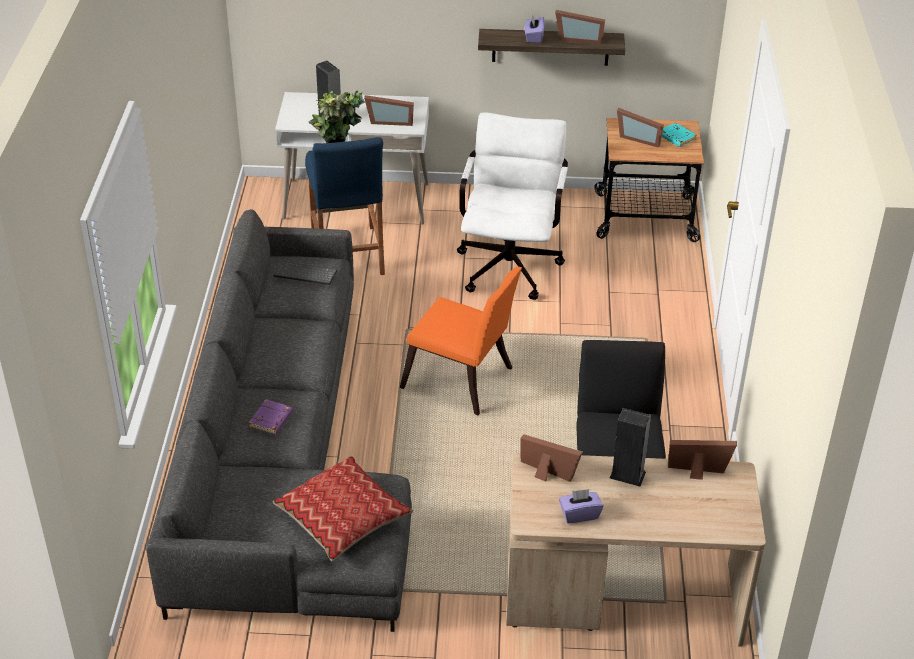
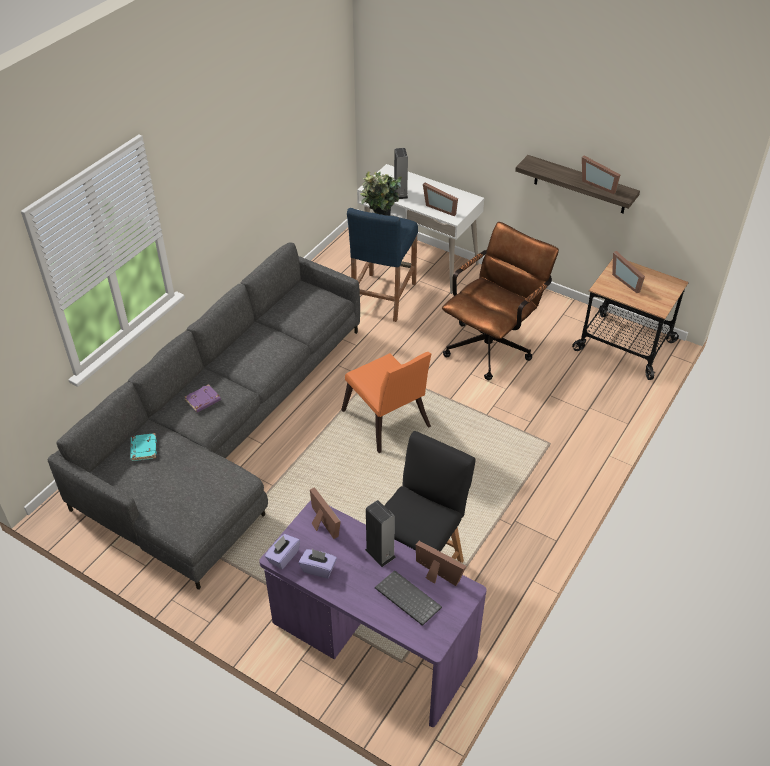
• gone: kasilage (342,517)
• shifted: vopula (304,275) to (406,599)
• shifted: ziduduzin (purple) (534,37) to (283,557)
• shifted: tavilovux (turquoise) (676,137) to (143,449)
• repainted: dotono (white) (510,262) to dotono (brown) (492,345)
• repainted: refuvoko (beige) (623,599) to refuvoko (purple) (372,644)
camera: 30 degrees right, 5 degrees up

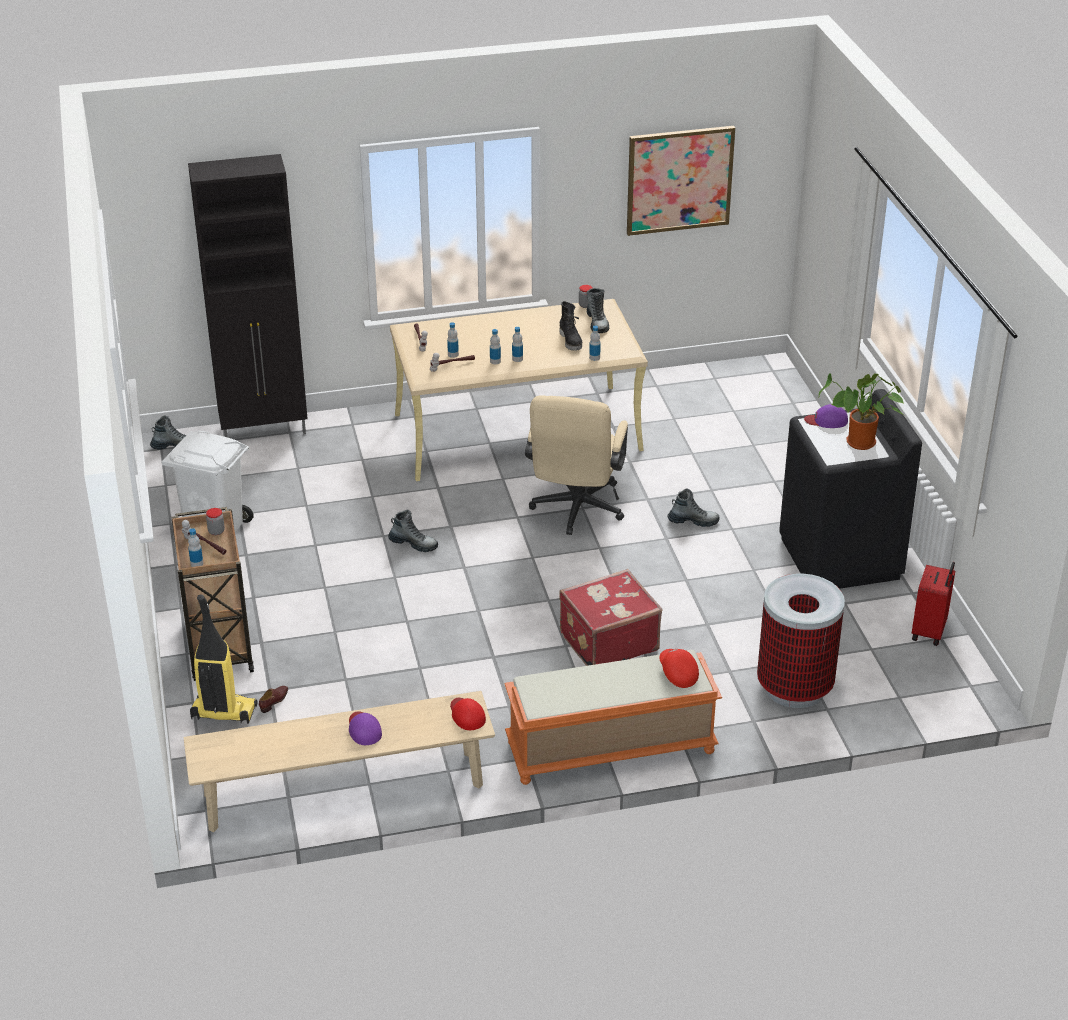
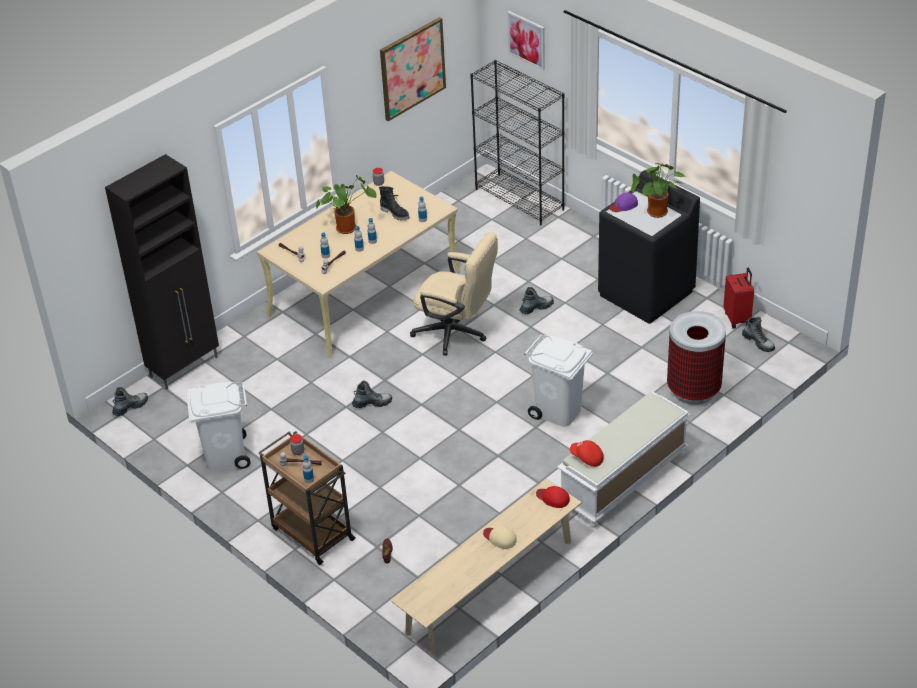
• gone: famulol (223,713)
• new: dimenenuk (348,227)
• new: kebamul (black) (520,199)
• new: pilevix (526,40)
• shifted: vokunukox (597,323) to (758,342)
• shifted: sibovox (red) (677,674) to (586,458)
• swapped: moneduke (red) (607,641) to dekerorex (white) (558,412)
• repainted: sibovox (purple) (364,729) to sibovox (beige) (500,538)
• repainted: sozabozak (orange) (610,748) to sozabozak (white) (623,480)
• rotated: dotono (beige) (576,511) = (456,333) 45 degrees counterclockwise
camera: 30 degrees left, 5 degrees up

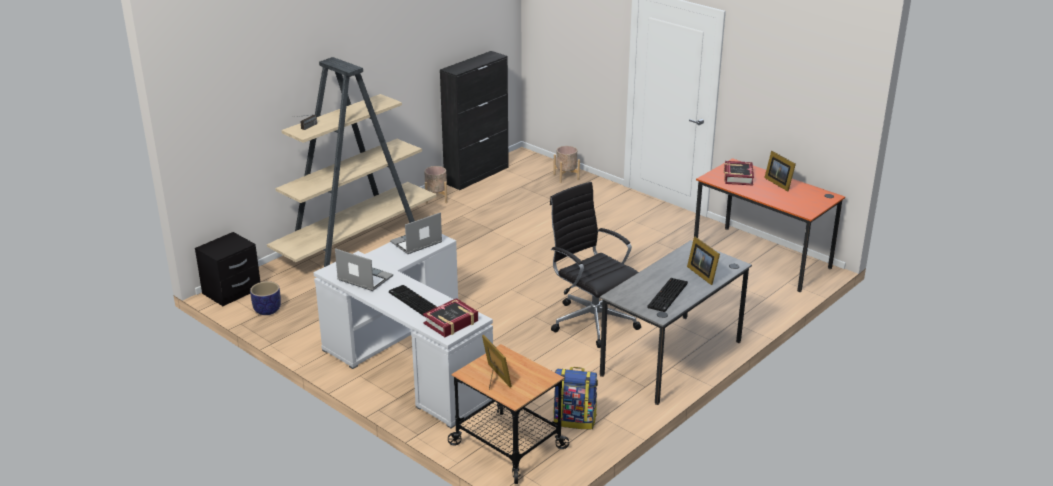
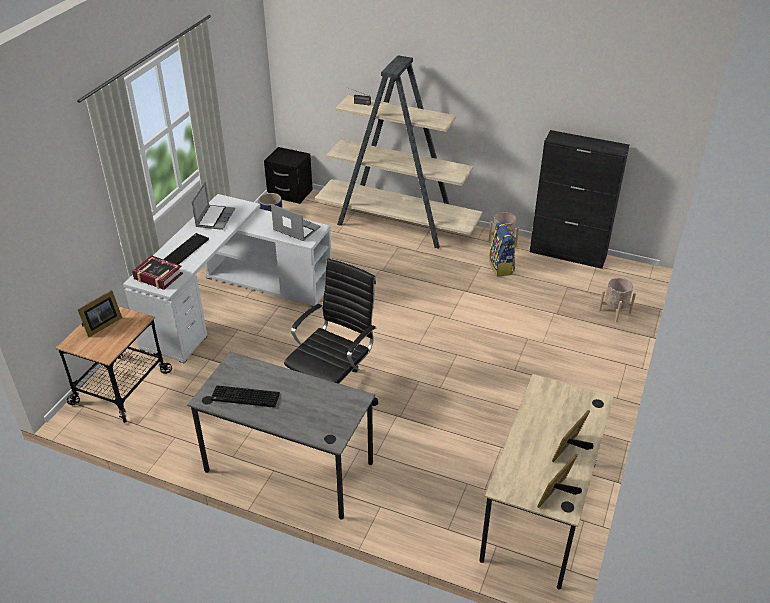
• gone: tavilovux (738,177)
• shifted: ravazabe (575,420) to (501,267)
• shifted: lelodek (703,273) to (558,494)
• repainted: refuvoko (orange) (761,258) to refuvoko (beige) (540,510)
camera: 70 degrees right, 10 degrees up

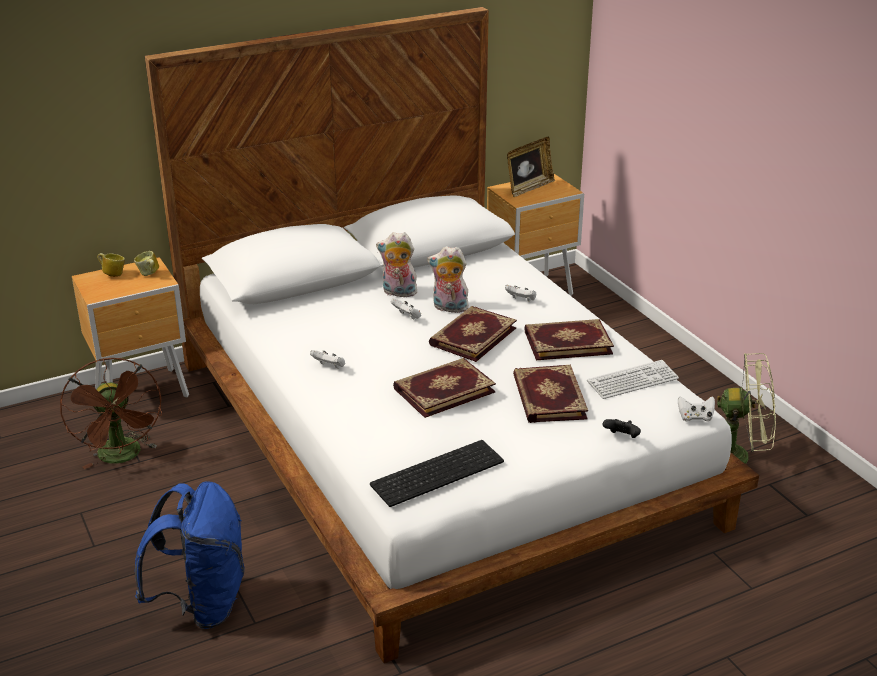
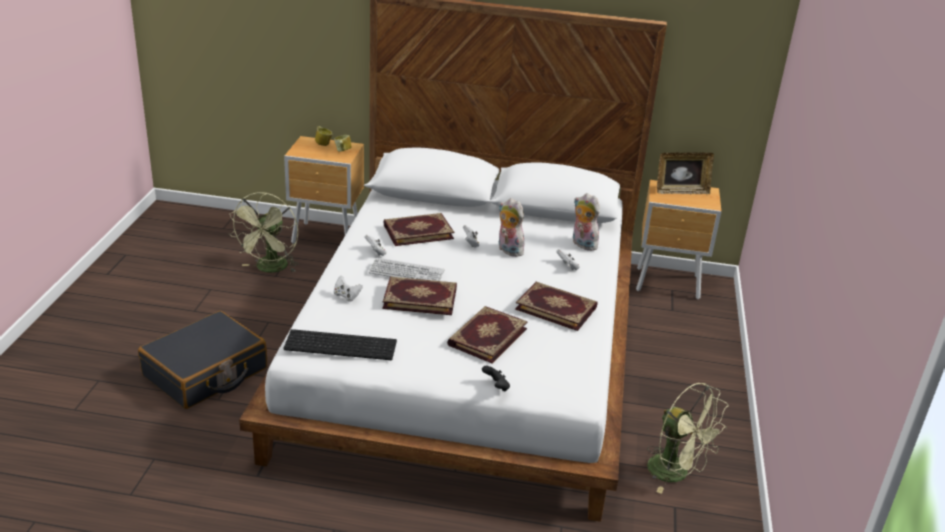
• shifted: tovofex (398,293) to (582,244)
• shifted: tavilovux (472,336) to (418,231)
• shifted: vopula (632,381) to (406,272)
• shifted: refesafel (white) (695,417) to (346,296)
• swapped: ravazabe (blue) (202,603) to moneduke (black) (205,373)
• repainted: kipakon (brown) (122,457) to kipakon (green) (270,269)
camera: 35 degrees right, 0 degrees up

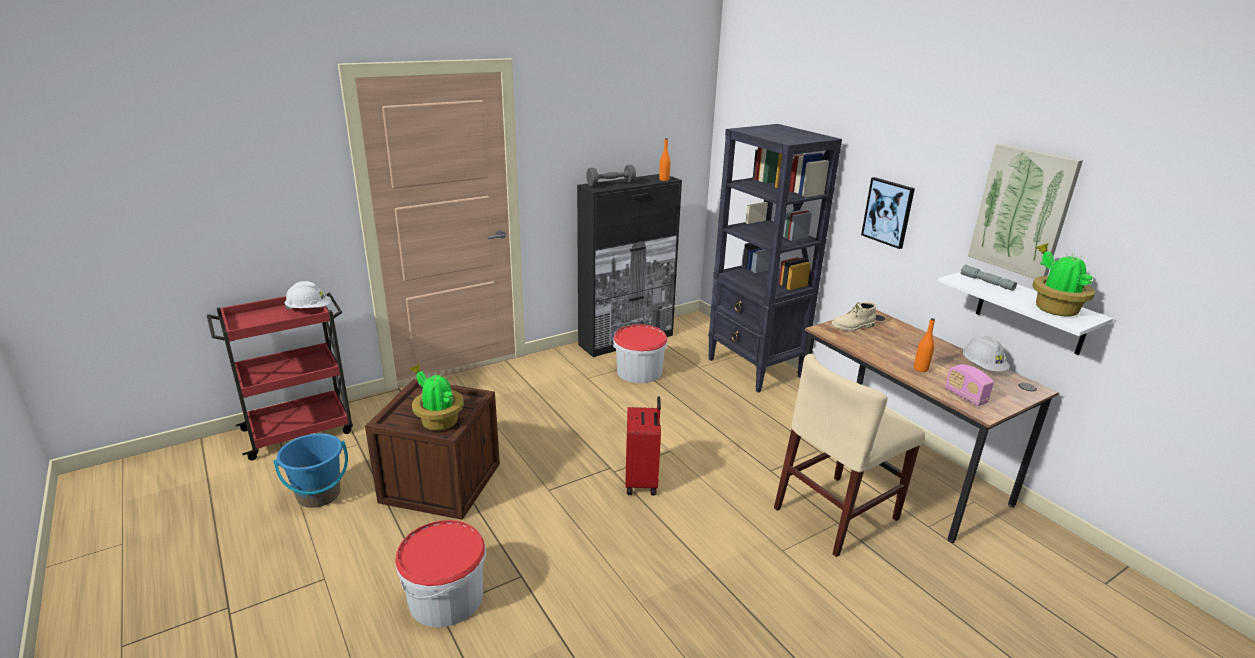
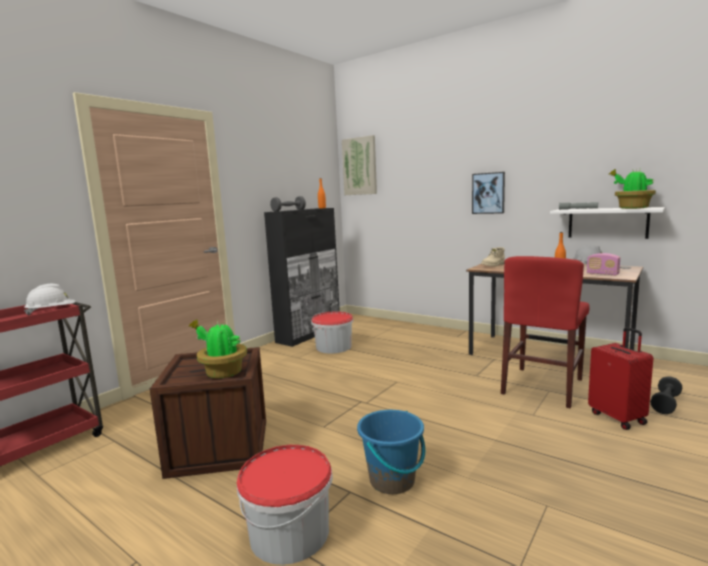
• gone: kebamul (black) (755,368)
• new: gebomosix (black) (665,404)
• shifted: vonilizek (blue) (319,495) to (392,480)
• shifted: moneduke (red) (642,481) to (618,417)
• shifted: pilevix (1023,211) to (360,166)
• repainted: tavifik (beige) (836,513) to tavifik (red) (542,386)
camera: 20 degrees left, 15 degrees down

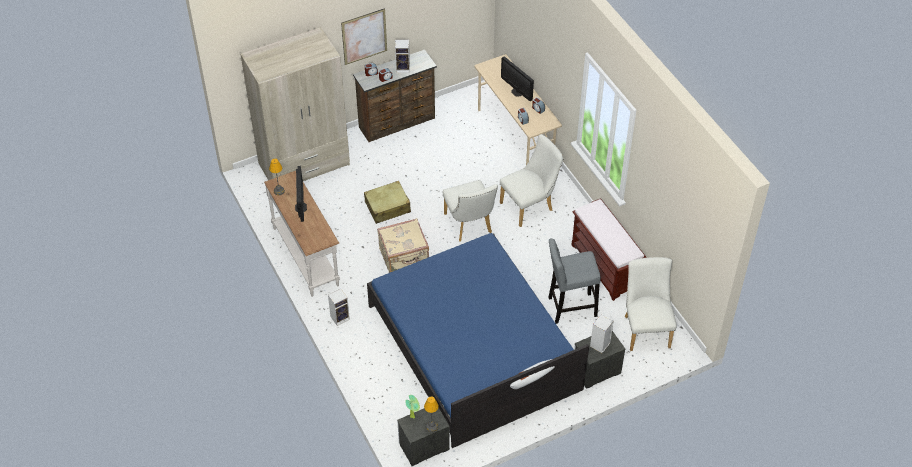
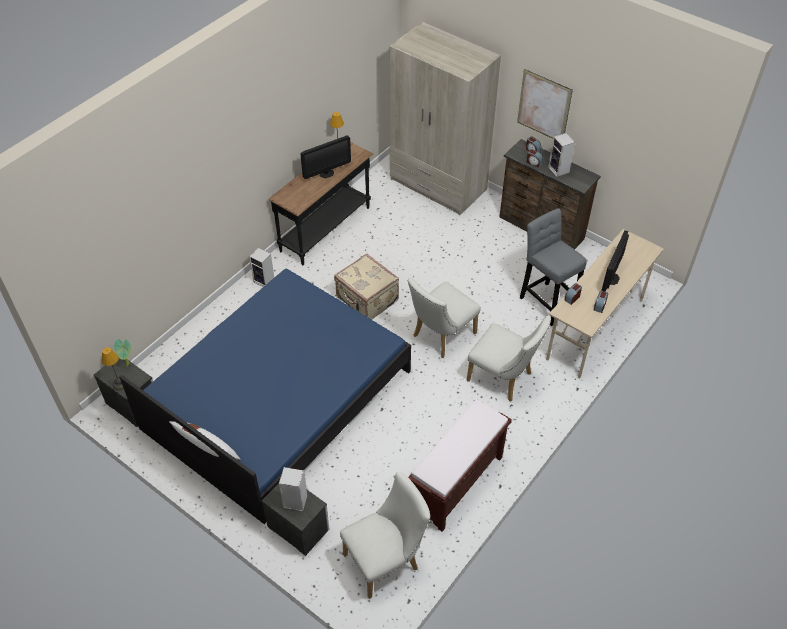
• gone: moneduke (beige) (388,207)
• shifted: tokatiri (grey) (569,307) to (546,302)
• repainted: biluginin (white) (306,256) to biluginin (black) (326,229)
camera: 65 degrees right, 0 degrees up

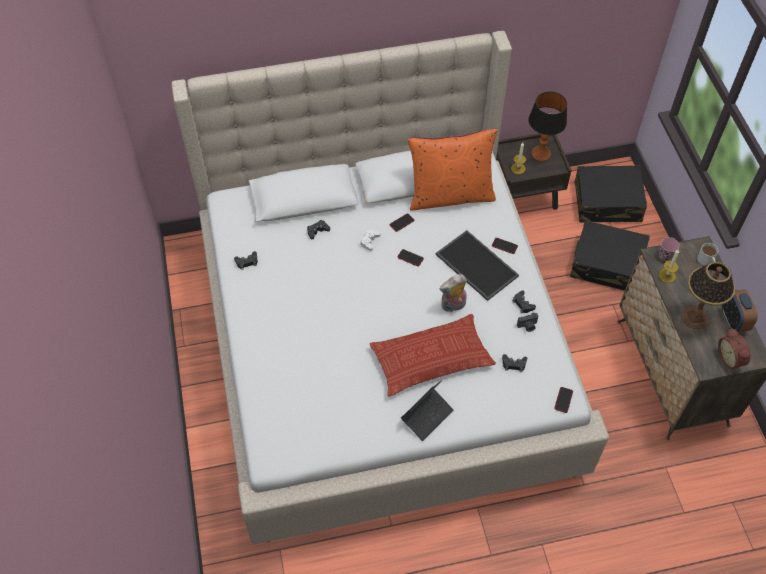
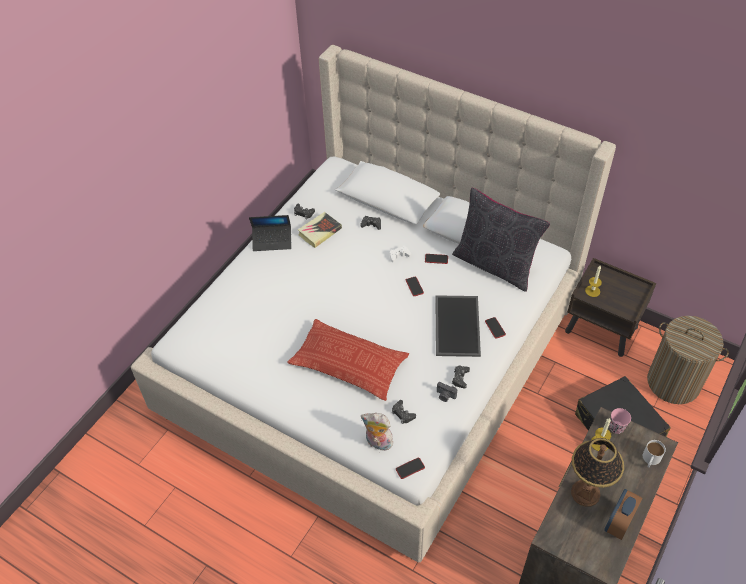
• gone: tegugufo (541,154)
• gone: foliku (731,358)
• new: tavilovux (319,232)
• shifted: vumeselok (427,416) to (272,241)
• shifted: tovofex (453,306) to (377,443)
• swapped: moneduke (black) (607,202) to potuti (673,382)
• repainted: kasilage (orange) (450,195) to kasilage (black) (495,265)
camera: 45 degrees right, 5 degrees down

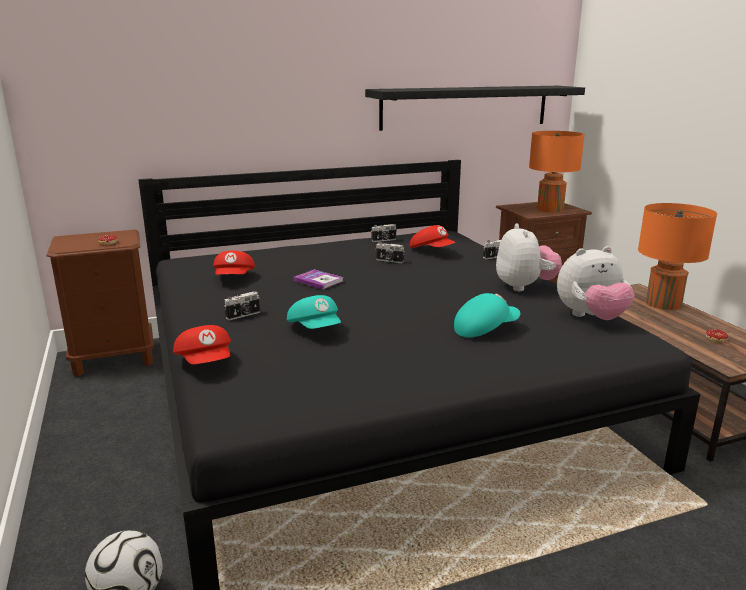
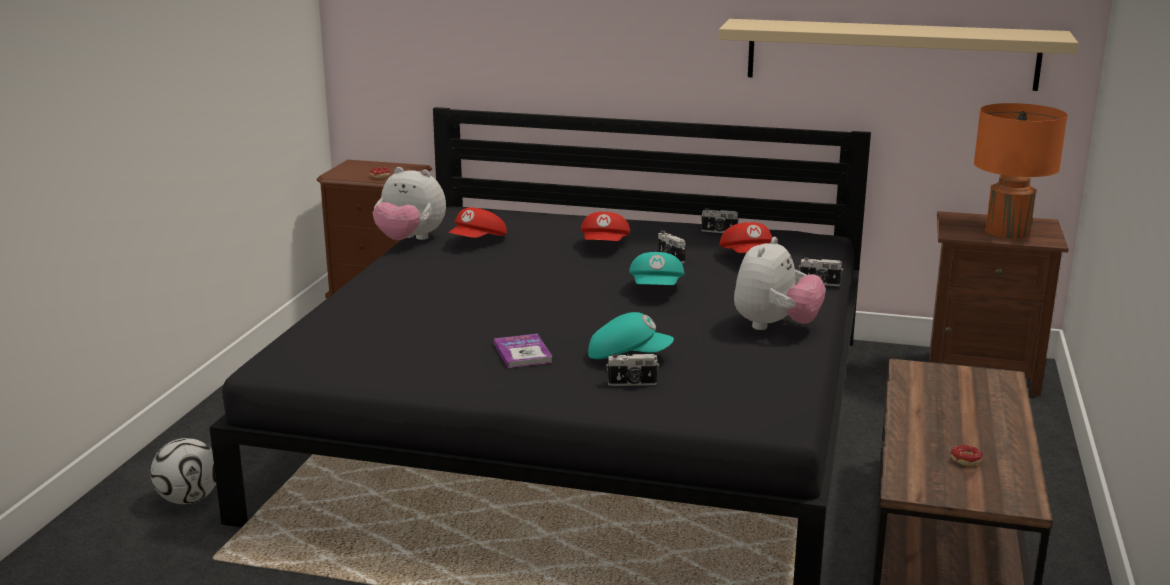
• gone: tegugufo (orange) (663,304)
• shifted: sibovox (red) (206,362) to (605,245)
• shifted: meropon (243,315) to (632,384)
• shifted: sibovox (turquoise) (316,329) to (657,289)
• shifted: tavilovux (318,281) to (522,353)
• shifted: tovofex (591,317) to (410,240)
• repainted: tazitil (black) (465,107) to tazitil (beige) (891,54)
camera: 35 degrees right, 0 degrees up

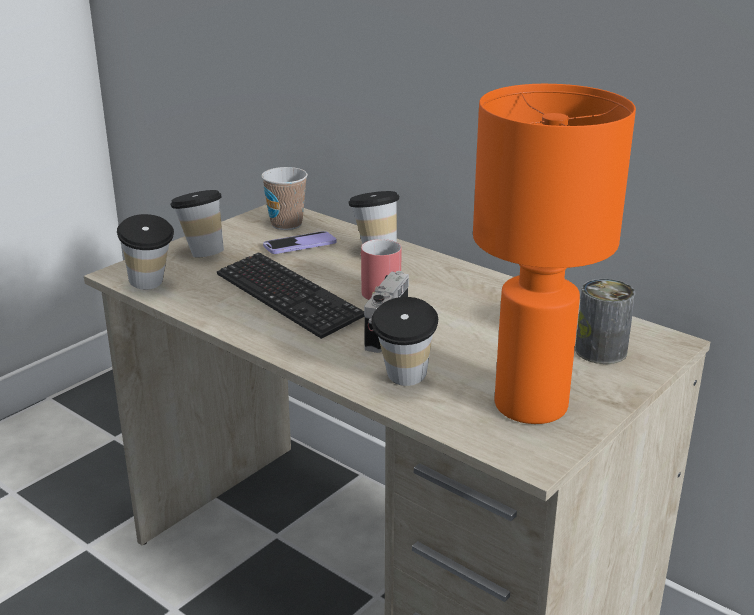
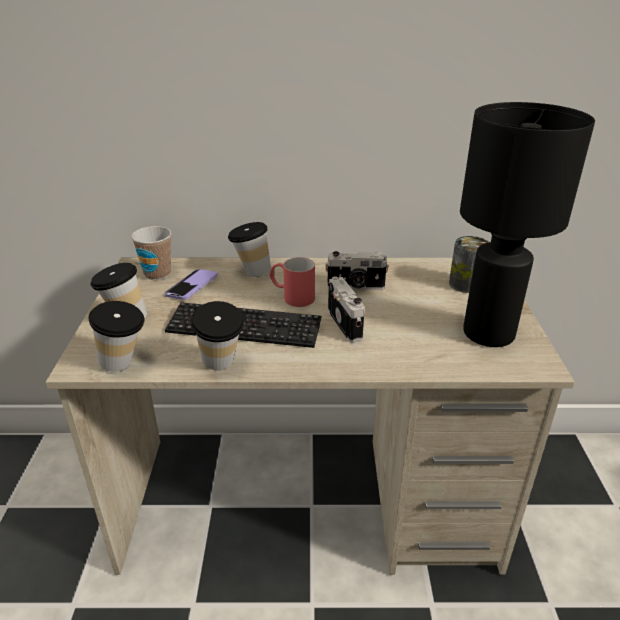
• new: meropon (356,287)
• shifted: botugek (404,383) to (222,367)
• repainted: tegugufo (orange) (530,406) to tegugufo (black) (489,334)
camera: 40 degrees left, 5 degrees up

